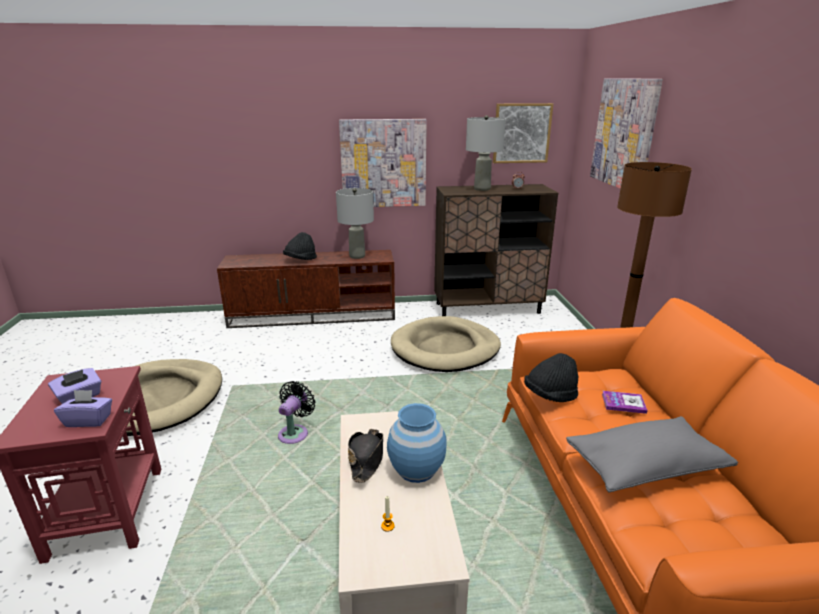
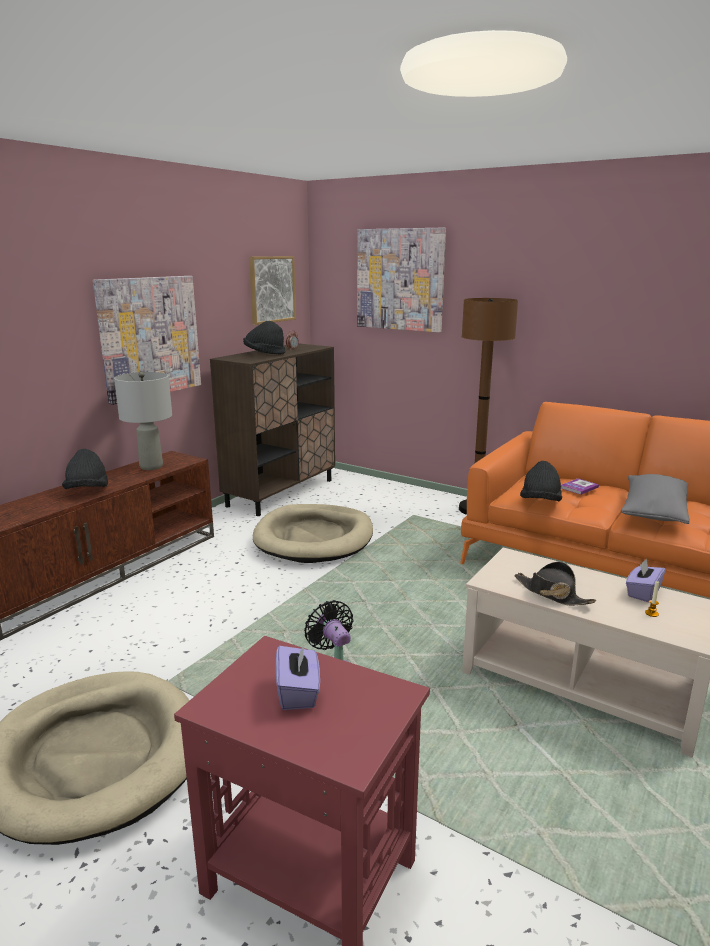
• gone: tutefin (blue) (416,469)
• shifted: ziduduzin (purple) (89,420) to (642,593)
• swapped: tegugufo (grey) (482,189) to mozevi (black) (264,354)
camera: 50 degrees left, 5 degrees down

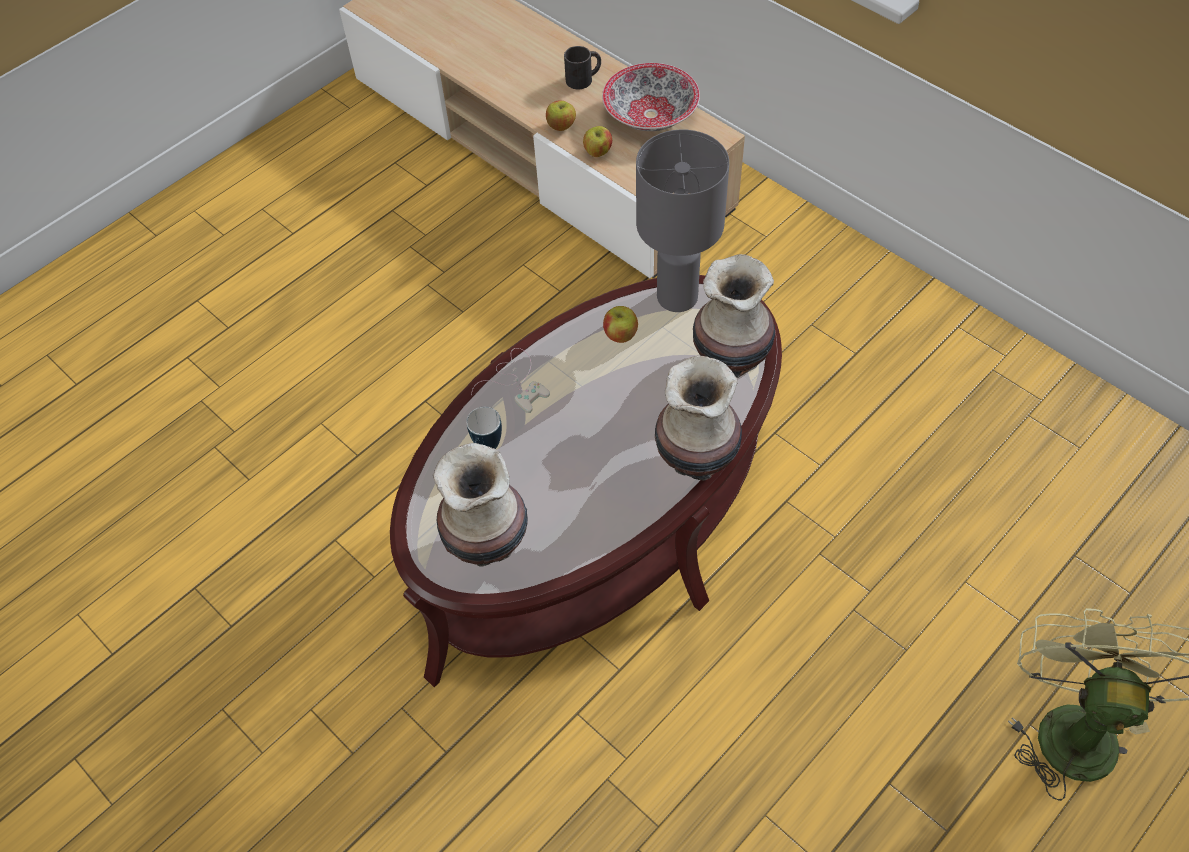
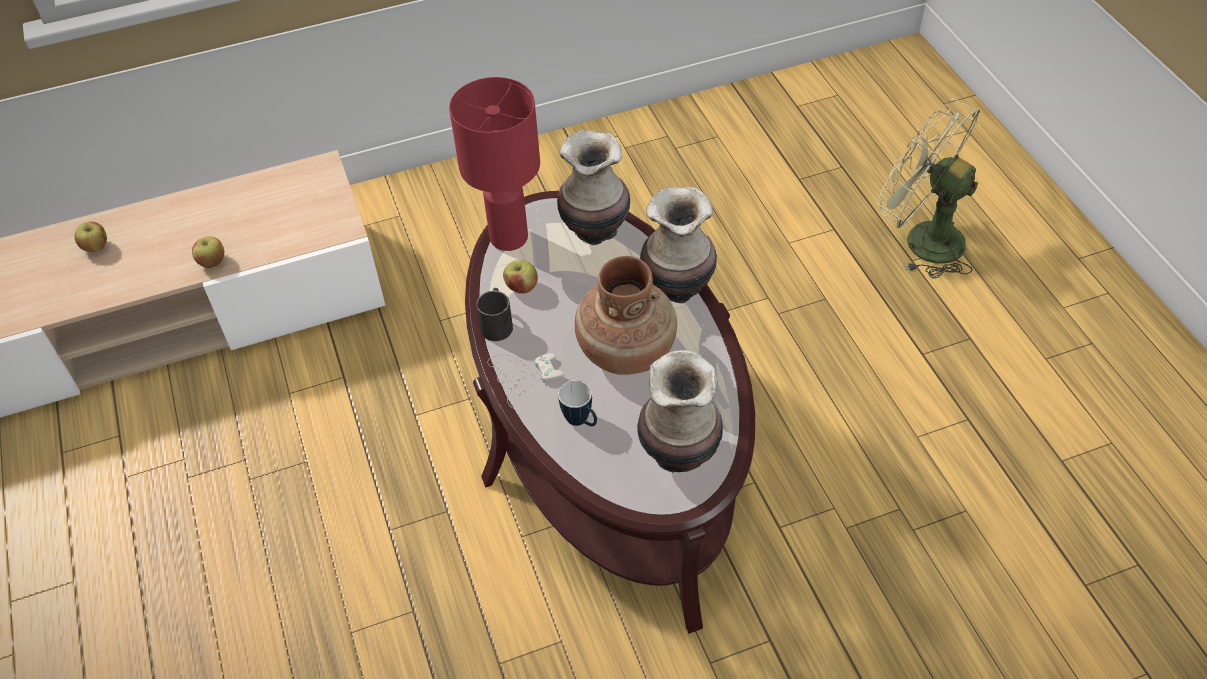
• gone: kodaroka (650,115)
• new: tutefin (brown) (626,350)
• shifted: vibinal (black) (584,78) to (497,323)
• shifted: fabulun (598,152) to (96,247)
• repainted: tegugufo (grey) (678,296) to tegugufo (red) (508,236)
camera: 65 degrees left, 5 degrees down

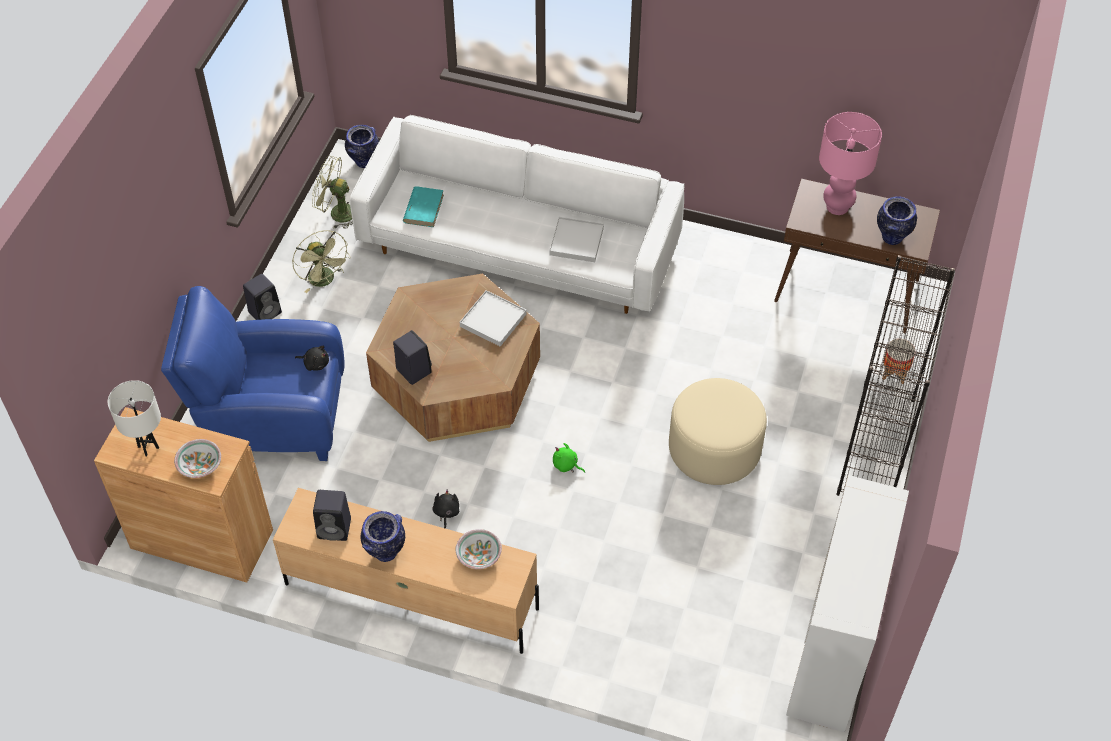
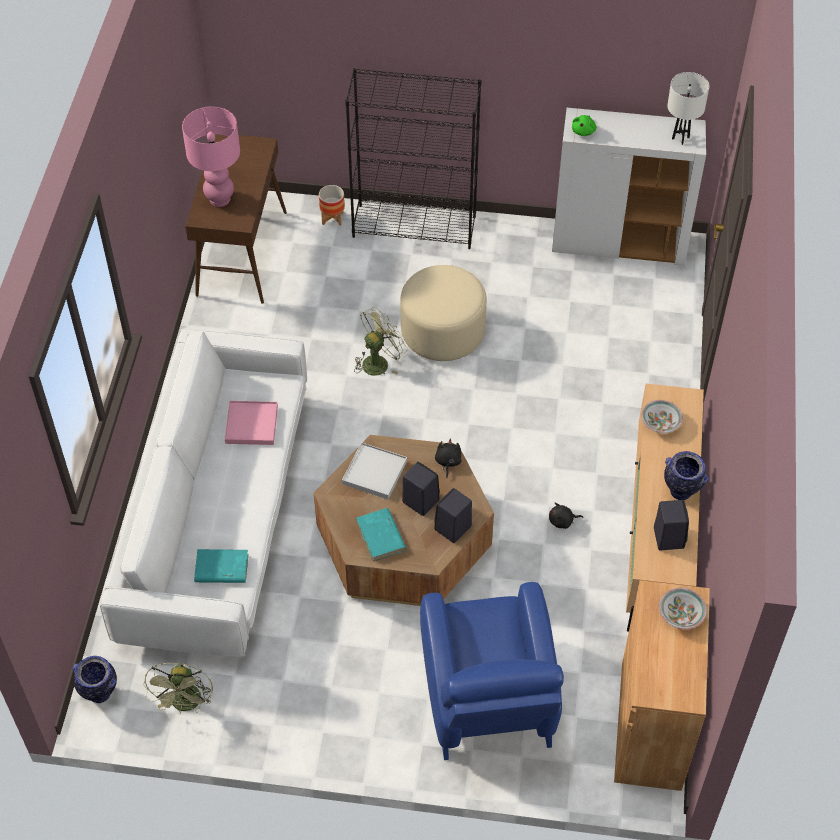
• gone: tutefin (892,238)
• new: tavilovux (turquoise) (381,536)
• shifted: tegugufo (white) (148,447) to (680,138)
• shifted: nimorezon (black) (265,311) to (419,501)
• shifted: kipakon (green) (325,281) to (379,361)
• shifted: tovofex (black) (315,363) to (448,462)
• shifted: tovofex (green) (566,465) to (583,131)
• repainted: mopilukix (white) (576,241) to mopilukix (pink) (251,425)
camera: 100 degrees left, 0 degrees up

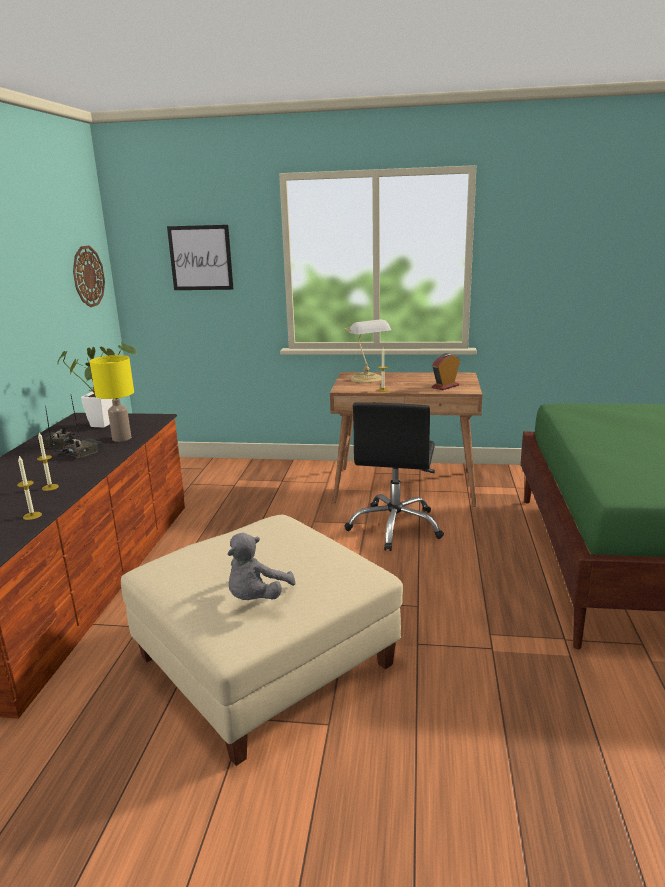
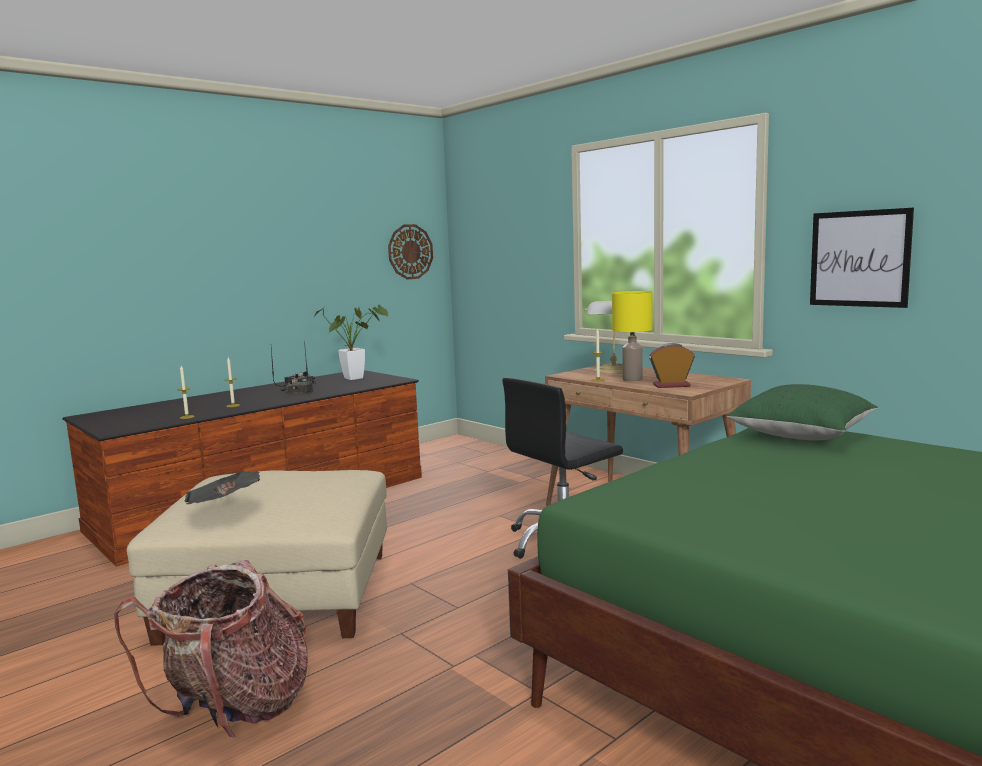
• new: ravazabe (235,710)
• new: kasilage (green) (801,435)
• shifted: tegugufo (yellow) (121,438) to (631,379)
• shifted: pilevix (200,258) to (859,258)
• swapped: tovofex (grey) (257,598) to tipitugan (224,508)
camera: 40 degrees right, 10 degrees down

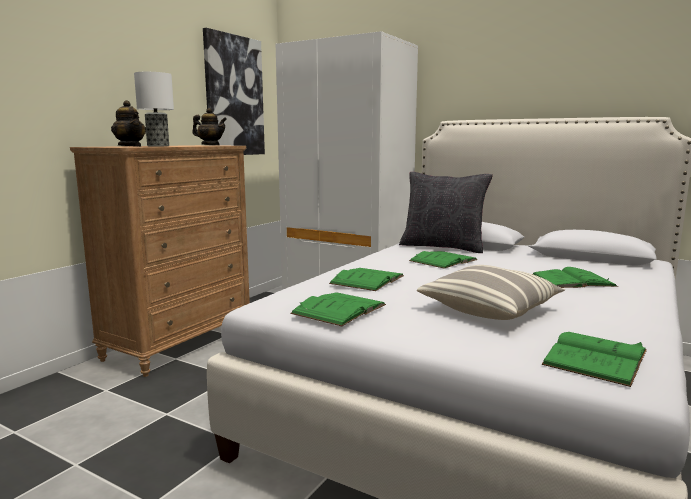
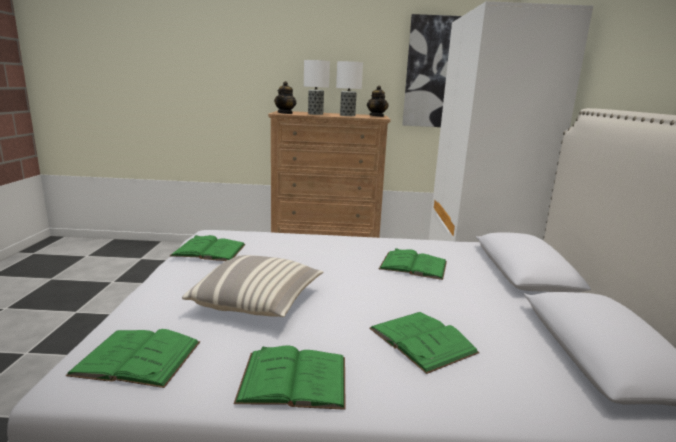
• gone: kasilage (black) (443,247)
• new: tegugufo (348,115)
• shifted: tavilovux (green) (367,279) to (294,379)
camera: 60 degrees right, 5 degrees up

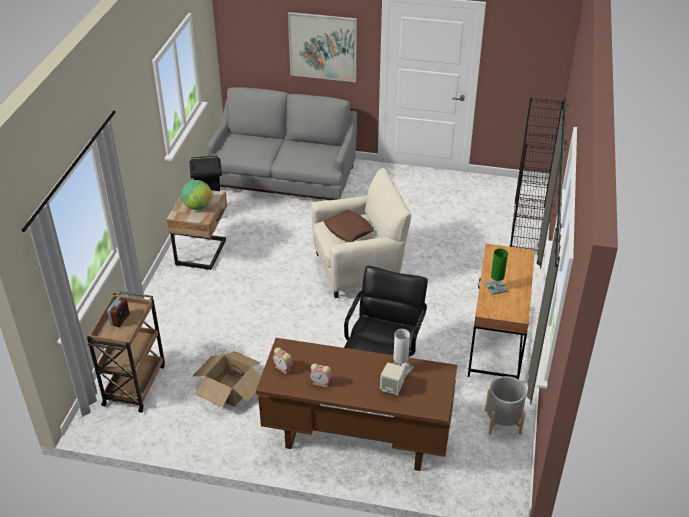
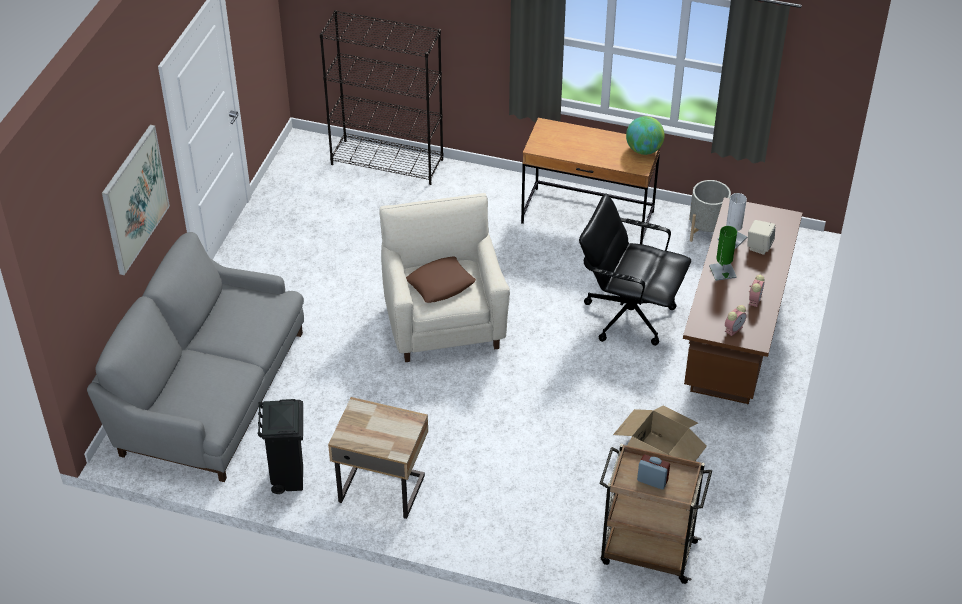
• shifted: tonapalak (198,206) to (643,150)
• shifted: tegugufo (green) (496,287) to (722,271)
camera: 85 degrees left, 5 degrees up

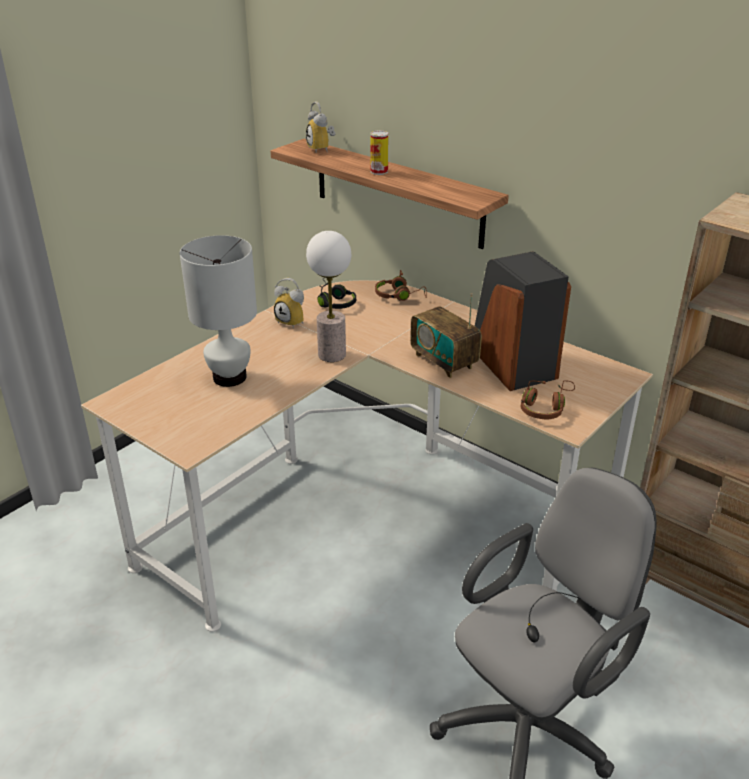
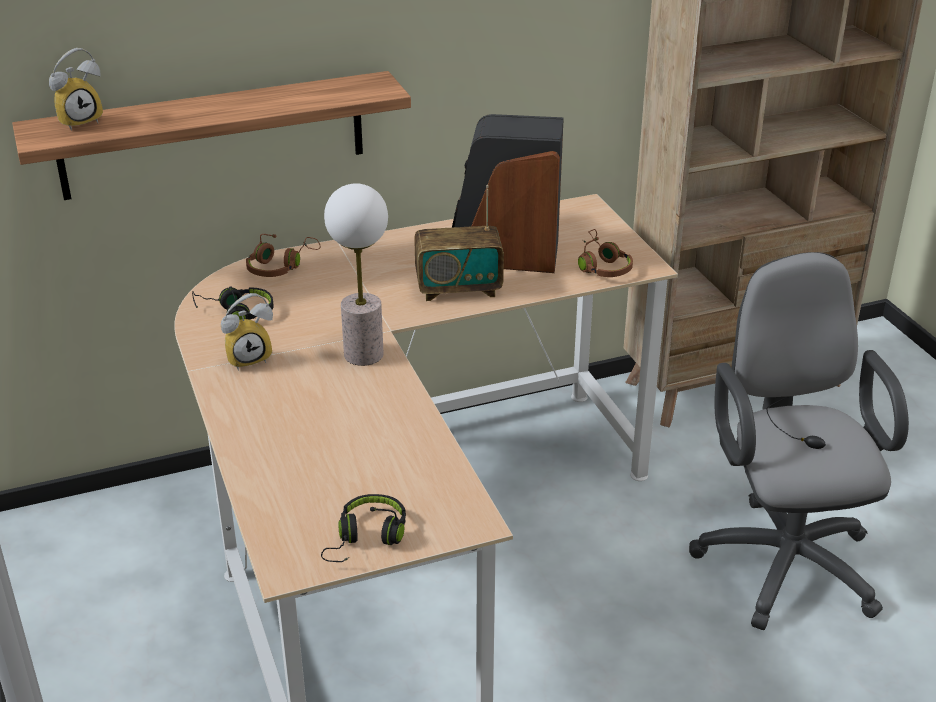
• gone: tegugufo (white) (230,377)
• gone: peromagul (379,171)
• new: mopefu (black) (367,538)
• rotated: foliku (322,149) = (80,121) 45 degrees counterclockwise
camera: 60 degrees left, 0 degrees up

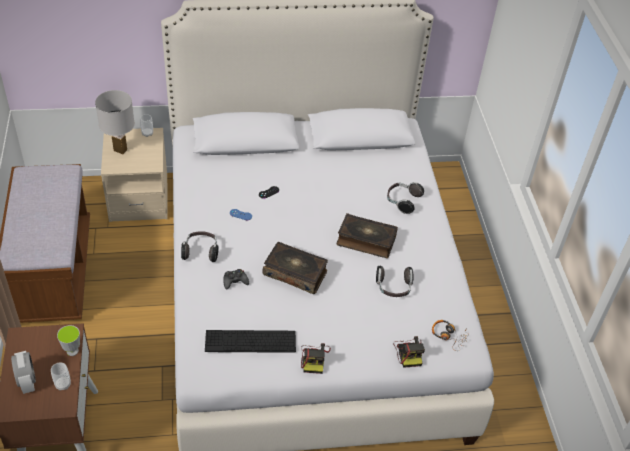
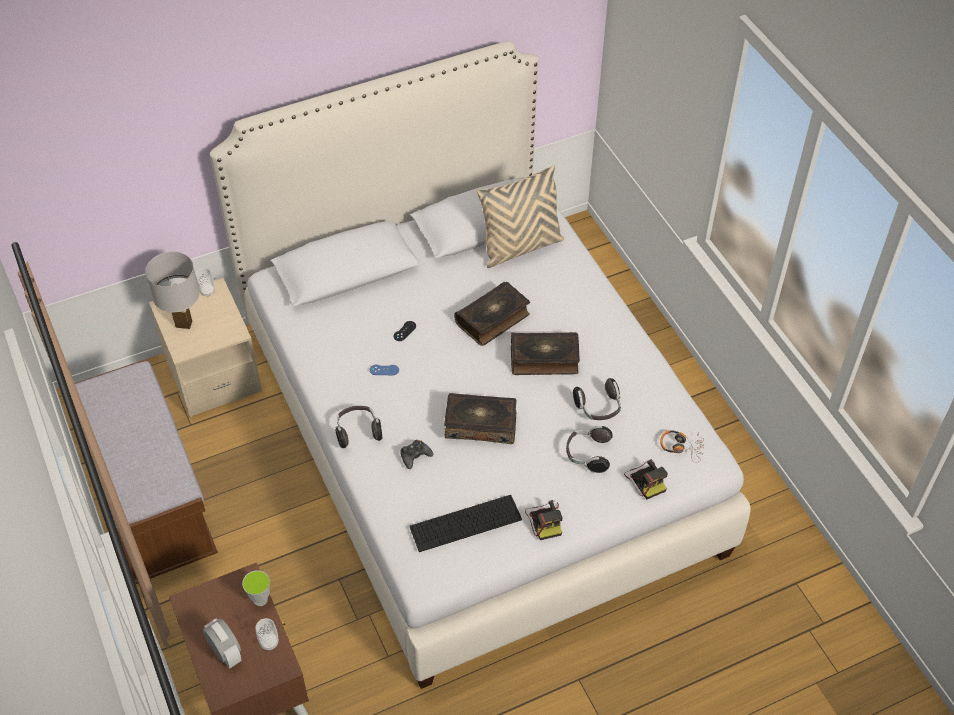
• new: tavilovux (493,319)
• new: kasilage (beige) (520,247)
• shifted: mopefu (402,201) to (588,454)
camera: 15 degrees left, 5 degrees up

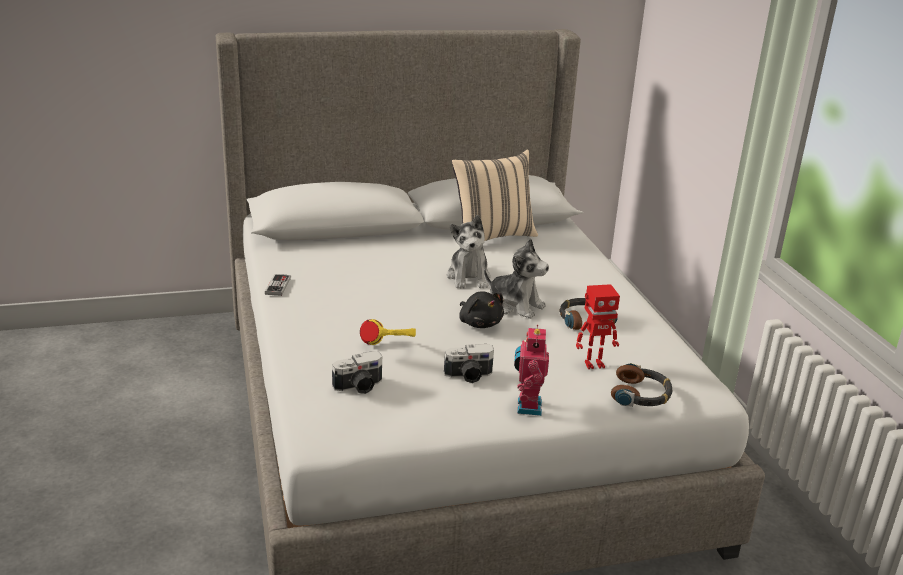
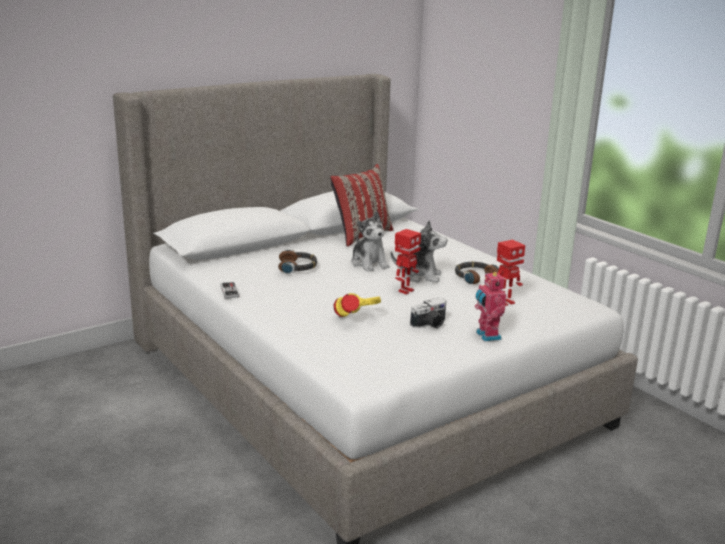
• gone: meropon (359,387)
• shifted: mopefu (641,395) to (297,267)
• swapped: tovofex (black) (479,323) to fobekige (405,291)
• repainted: kasilage (beige) (492,236) to kasilage (red) (360,235)
camera: 20 degrees left, 5 degrees down

